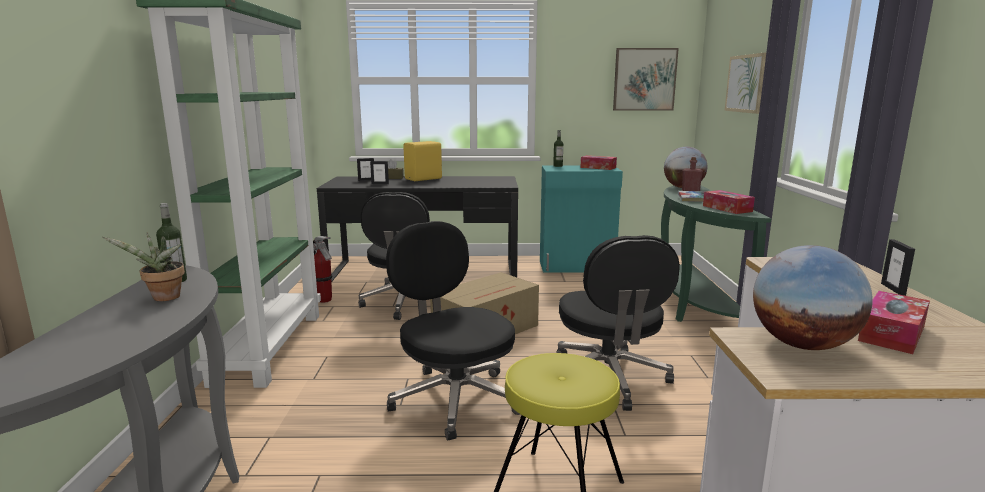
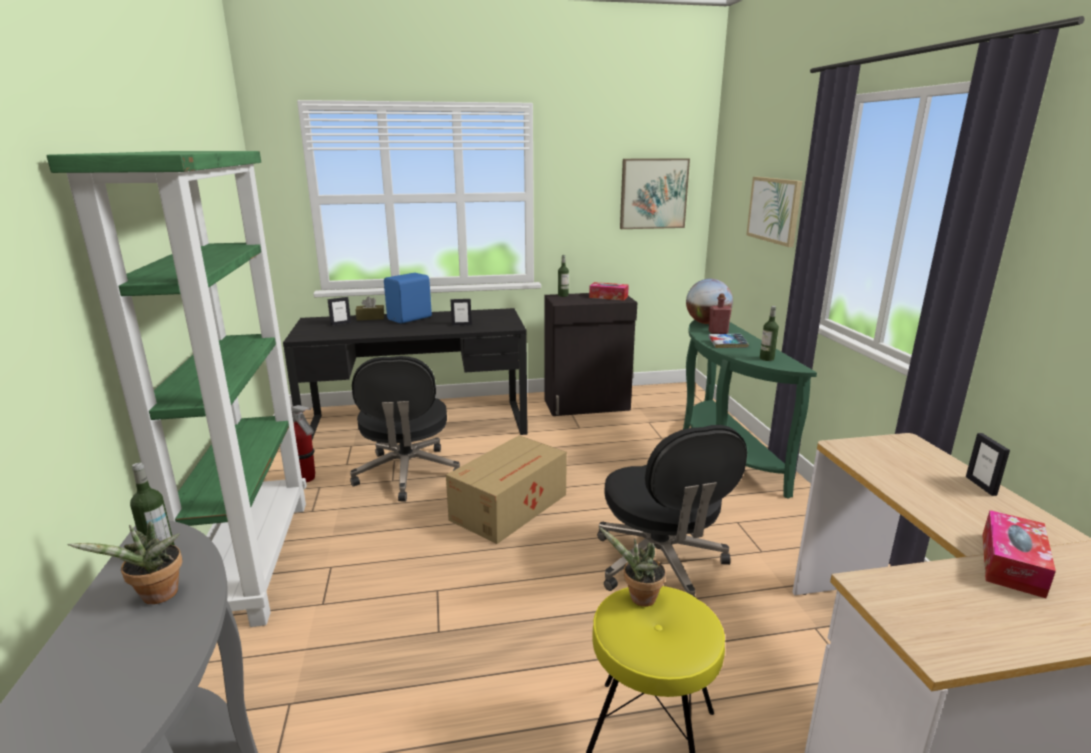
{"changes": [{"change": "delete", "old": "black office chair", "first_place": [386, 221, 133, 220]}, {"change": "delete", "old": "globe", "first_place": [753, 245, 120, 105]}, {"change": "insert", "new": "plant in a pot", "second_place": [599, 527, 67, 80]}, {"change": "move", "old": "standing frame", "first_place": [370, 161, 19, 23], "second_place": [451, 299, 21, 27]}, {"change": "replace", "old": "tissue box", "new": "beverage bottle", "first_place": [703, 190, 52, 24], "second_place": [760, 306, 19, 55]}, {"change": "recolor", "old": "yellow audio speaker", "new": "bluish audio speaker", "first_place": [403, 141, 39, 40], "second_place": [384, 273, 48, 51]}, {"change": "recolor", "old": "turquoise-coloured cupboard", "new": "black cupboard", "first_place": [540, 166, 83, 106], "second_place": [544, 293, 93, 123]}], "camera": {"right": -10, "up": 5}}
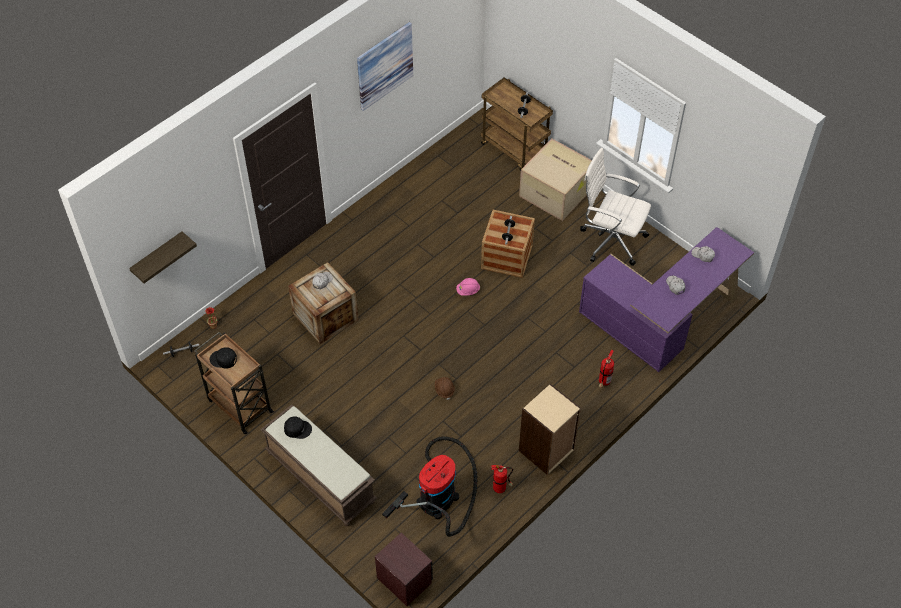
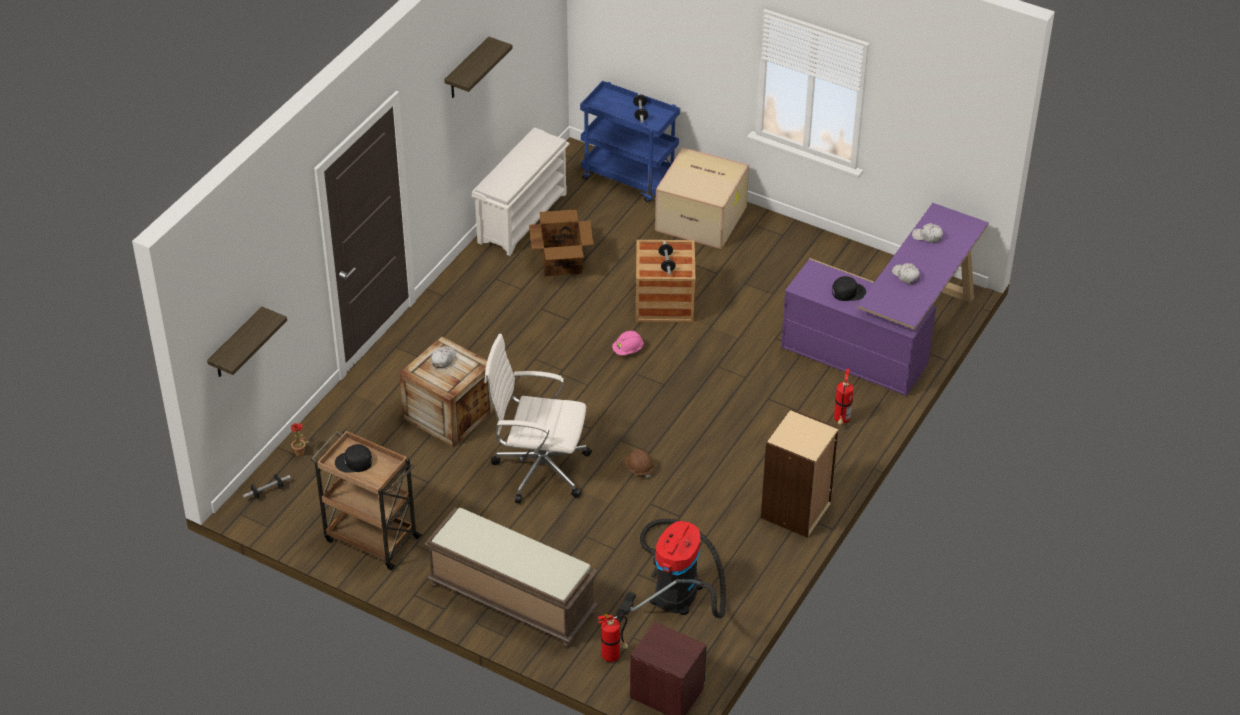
{"changes": [{"change": "insert", "new": "whitish shoe rack", "second_place": [472, 127, 98, 129]}, {"change": "insert", "new": "packing box", "second_place": [529, 209, 65, 67]}, {"change": "move", "old": "black peaked cap", "first_place": [284, 416, 28, 23], "second_place": [832, 276, 34, 25]}, {"change": "move", "old": "fire-fighting cylinder", "first_place": [491, 465, 22, 28], "second_place": [597, 614, 31, 48]}, {"change": "move", "old": "whitish office chair", "first_place": [580, 148, 71, 118], "second_place": [484, 334, 108, 170]}, {"change": "replace", "old": "picture", "new": "wall shelf", "first_place": [357, 22, 56, 89], "second_place": [444, 37, 69, 61]}, {"change": "recolor", "old": "brown cart", "new": "bluish cart", "first_place": [481, 77, 72, 94], "second_place": [580, 81, 100, 121]}], "camera": {"right": -15, "up": -10}}
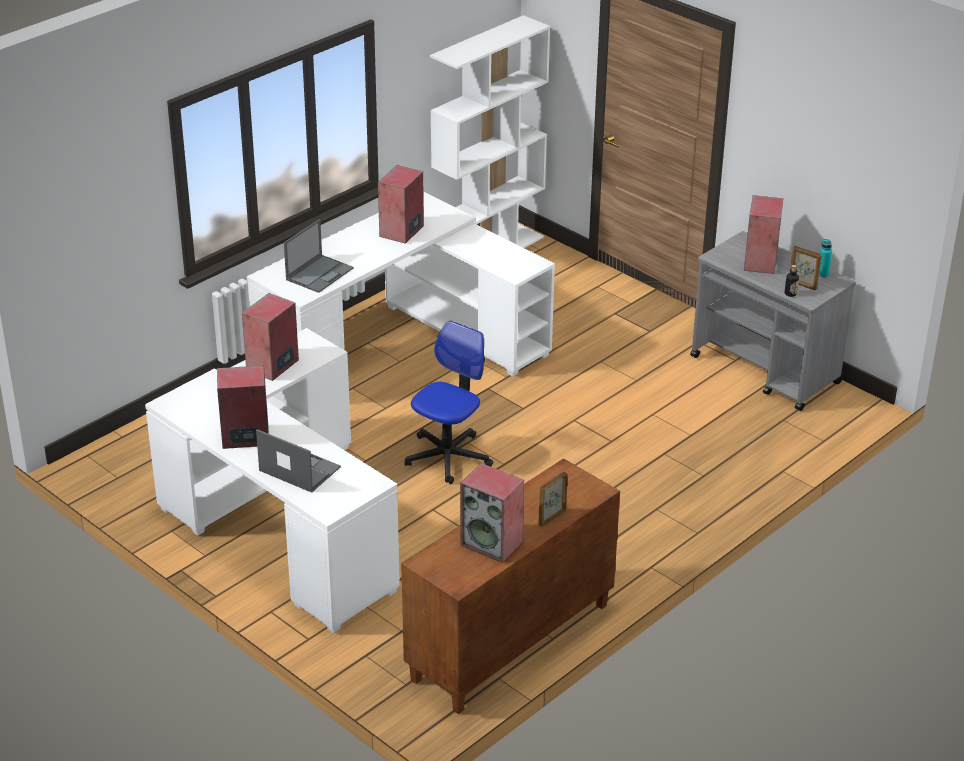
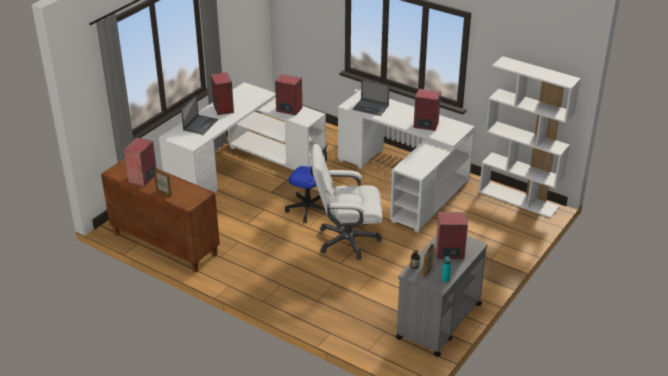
{"changes": [{"change": "insert", "new": "whitish office chair", "second_place": [312, 144, 70, 116]}], "camera": {"right": 80, "up": 0}}
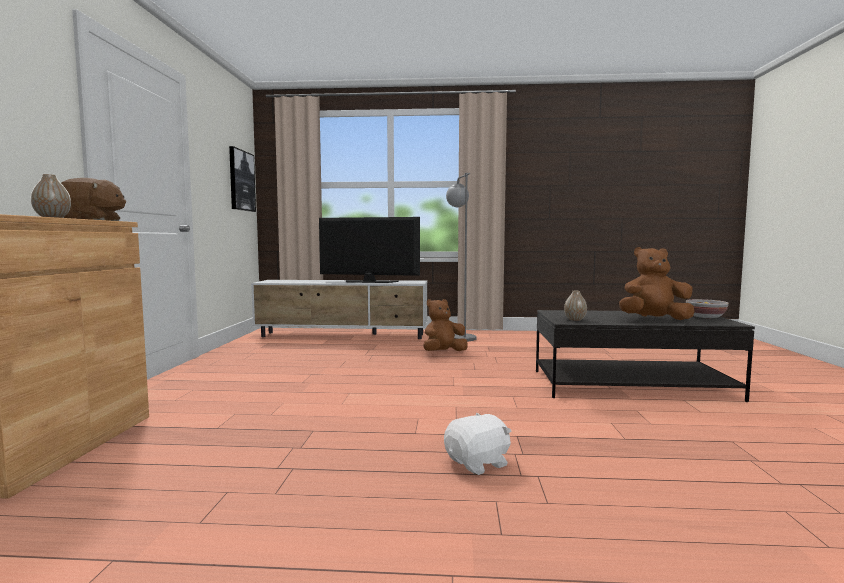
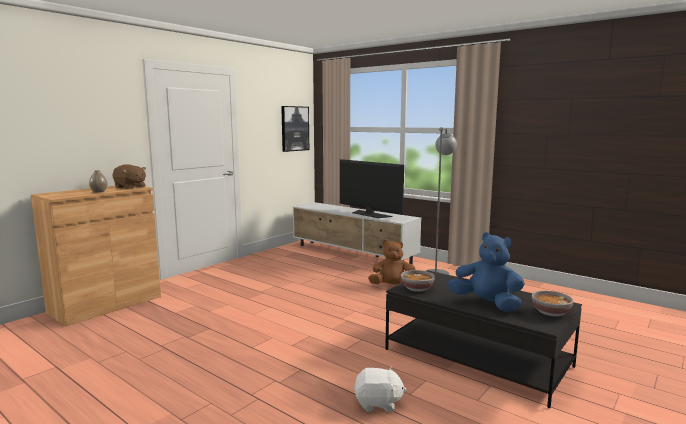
{"changes": [{"change": "move", "old": "whitish soft toy", "first_place": [444, 413, 67, 62], "second_place": [353, 366, 54, 46]}, {"change": "replace", "old": "vase", "new": "deep dish", "first_place": [564, 291, 23, 30], "second_place": [401, 270, 34, 22]}, {"change": "recolor", "old": "brown soft toy", "new": "bluish soft toy", "first_place": [619, 247, 76, 73], "second_place": [448, 232, 77, 80]}], "camera": {"right": 35, "up": 5}}
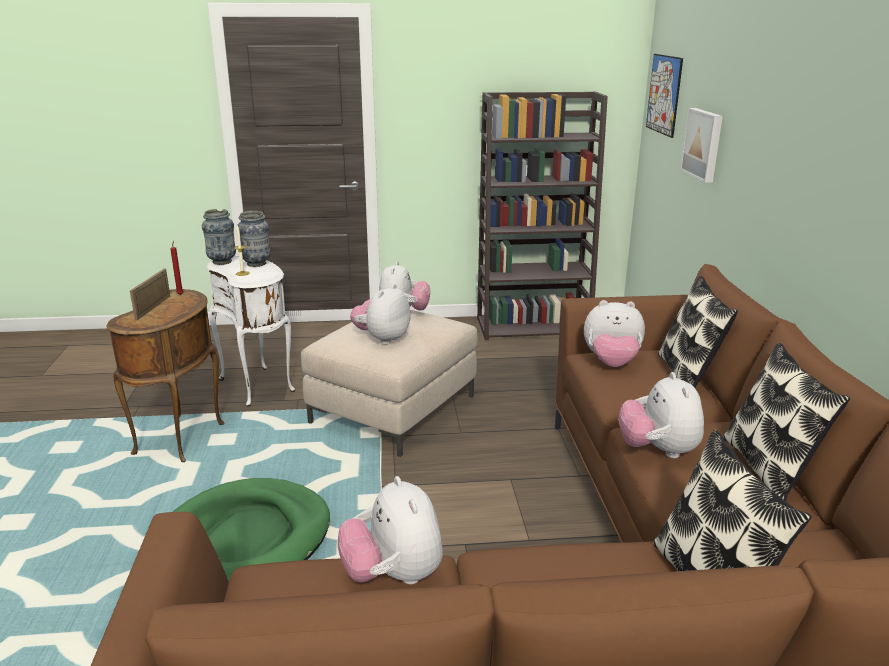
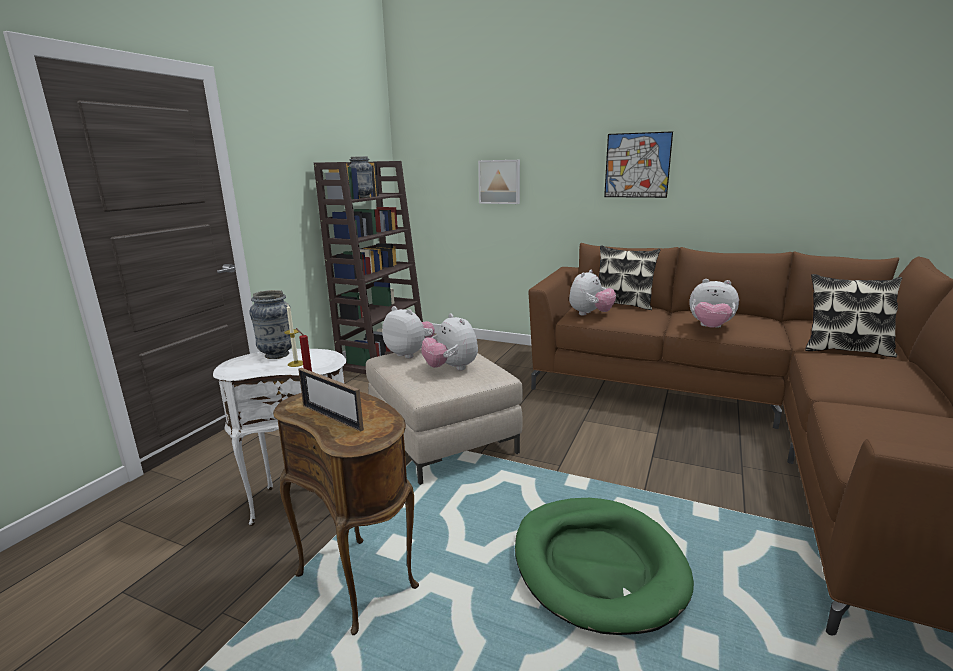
{"changes": [{"change": "delete", "old": "soft toy", "first_place": [338, 476, 105, 108]}, {"change": "delete", "old": "throw pillow", "first_place": [723, 342, 127, 159]}, {"change": "move", "old": "vase", "first_place": [202, 209, 34, 56], "second_place": [349, 156, 24, 42]}, {"change": "move", "old": "picture", "first_place": [646, 54, 37, 84], "second_place": [604, 131, 69, 67]}], "camera": {"right": -60, "up": -5}}
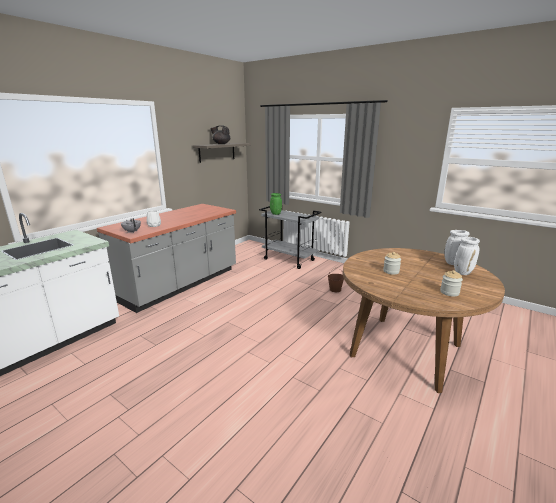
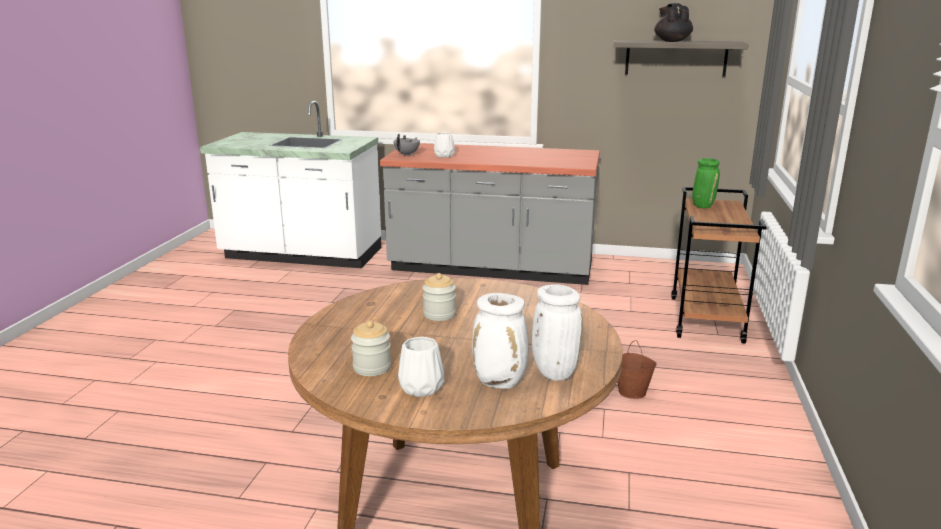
{"changes": [{"change": "insert", "new": "whitish vase", "second_place": [398, 337, 46, 60]}, {"change": "recolor", "old": "grey cart", "new": "brown cart", "first_place": [259, 206, 62, 63], "second_place": [671, 187, 96, 156]}], "camera": {"right": 65, "up": 0}}
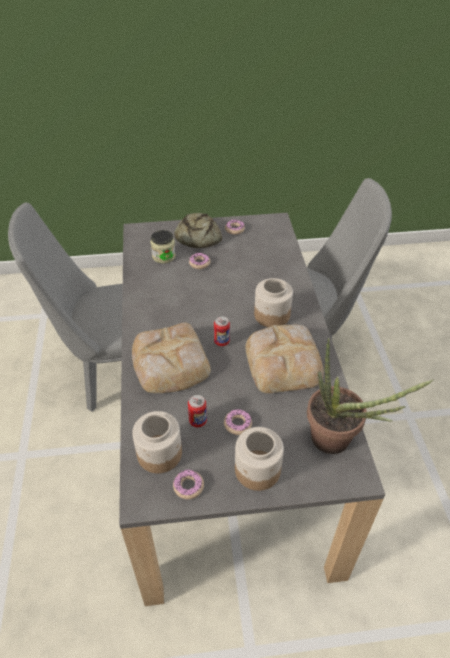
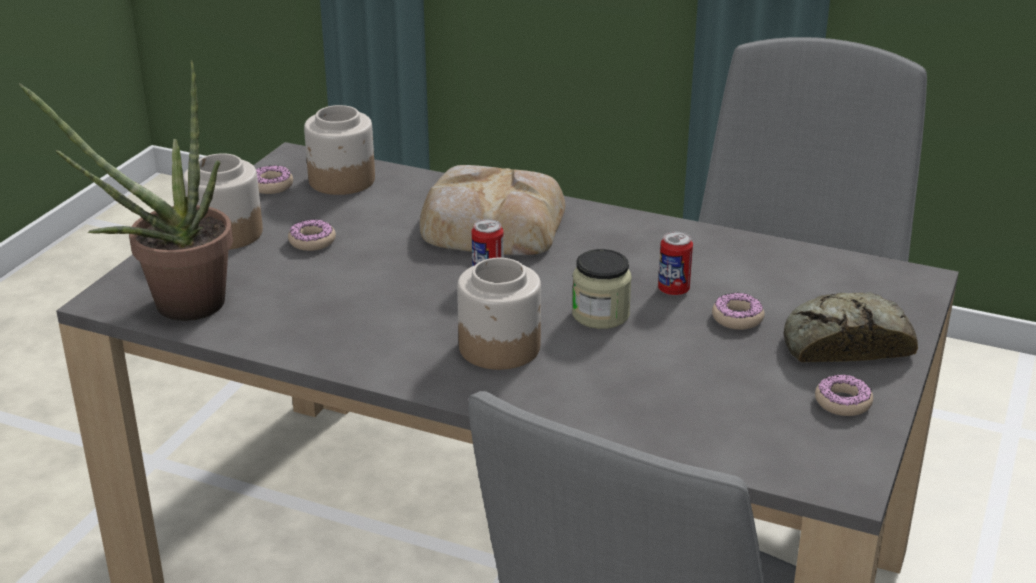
{"changes": [{"change": "delete", "old": "bakery bread", "first_place": [246, 325, 78, 68]}, {"change": "move", "old": "jar", "first_place": [150, 230, 26, 34], "second_place": [572, 249, 60, 80]}, {"change": "move", "old": "metal can", "first_place": [188, 395, 19, 32], "second_place": [658, 231, 35, 65]}], "camera": {"right": 120, "up": -15}}
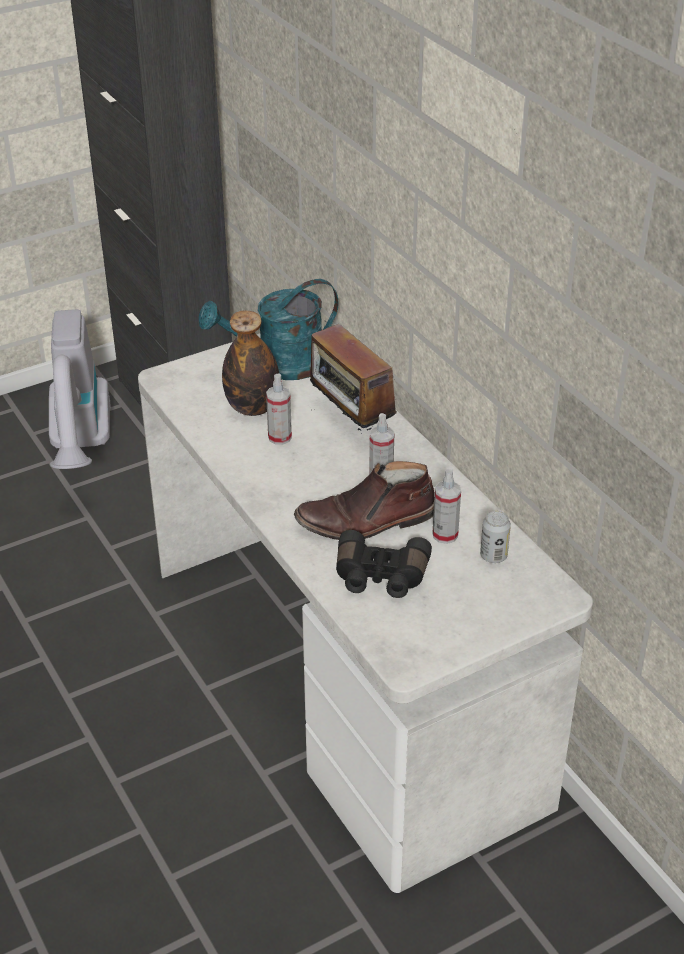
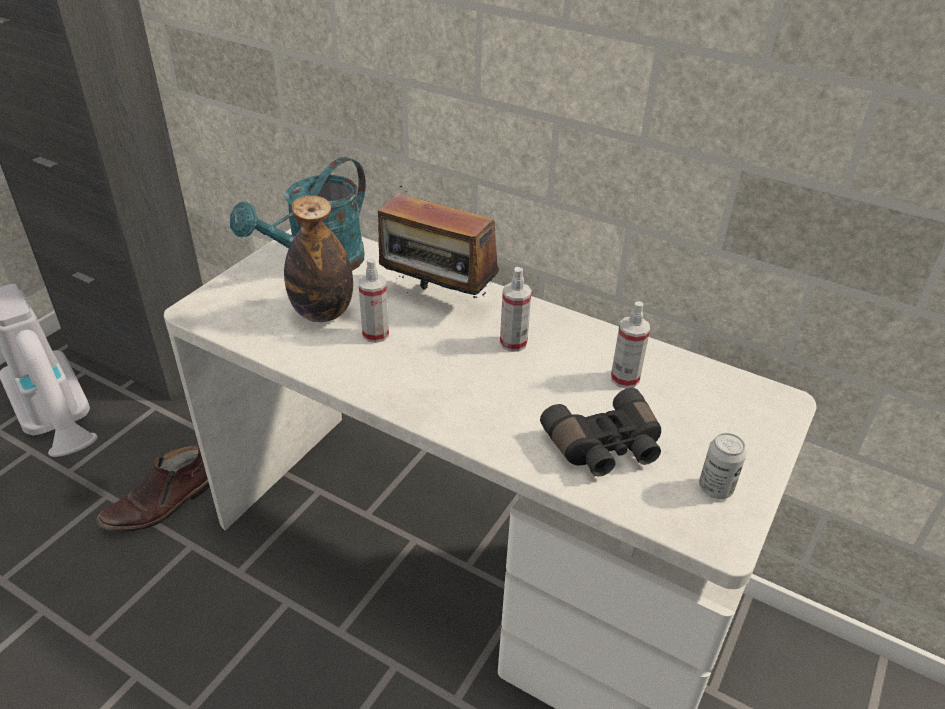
{"changes": [{"change": "move", "old": "brown tall boot", "first_place": [294, 461, 140, 79], "second_place": [96, 446, 114, 86]}, {"change": "move", "old": "metal can", "first_place": [480, 511, 31, 52], "second_place": [699, 433, 48, 66]}], "camera": {"right": -30, "up": 0}}
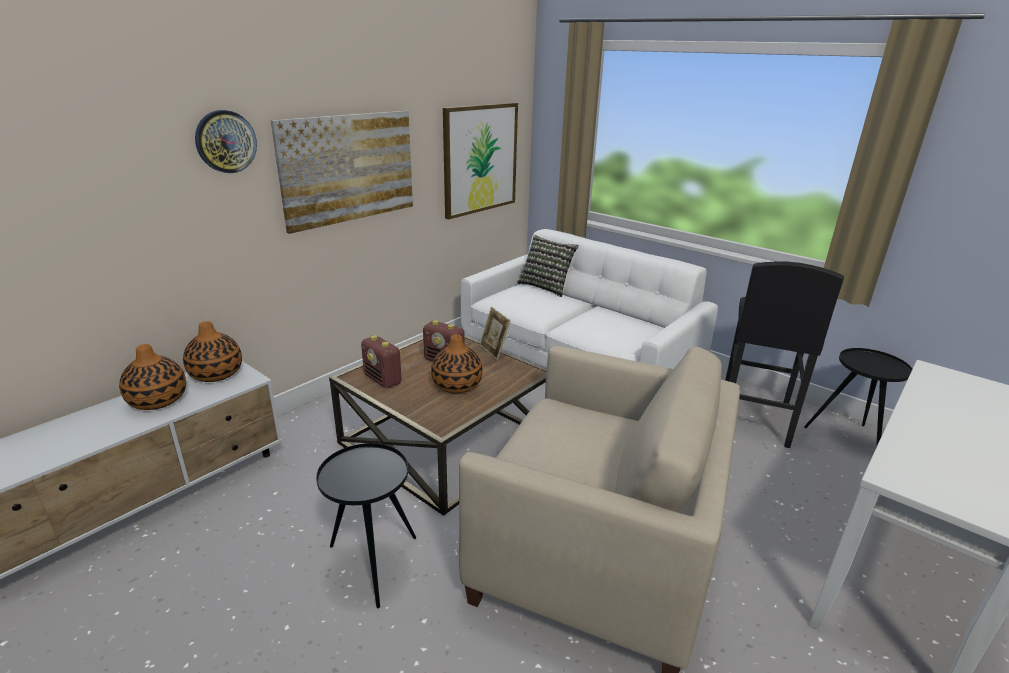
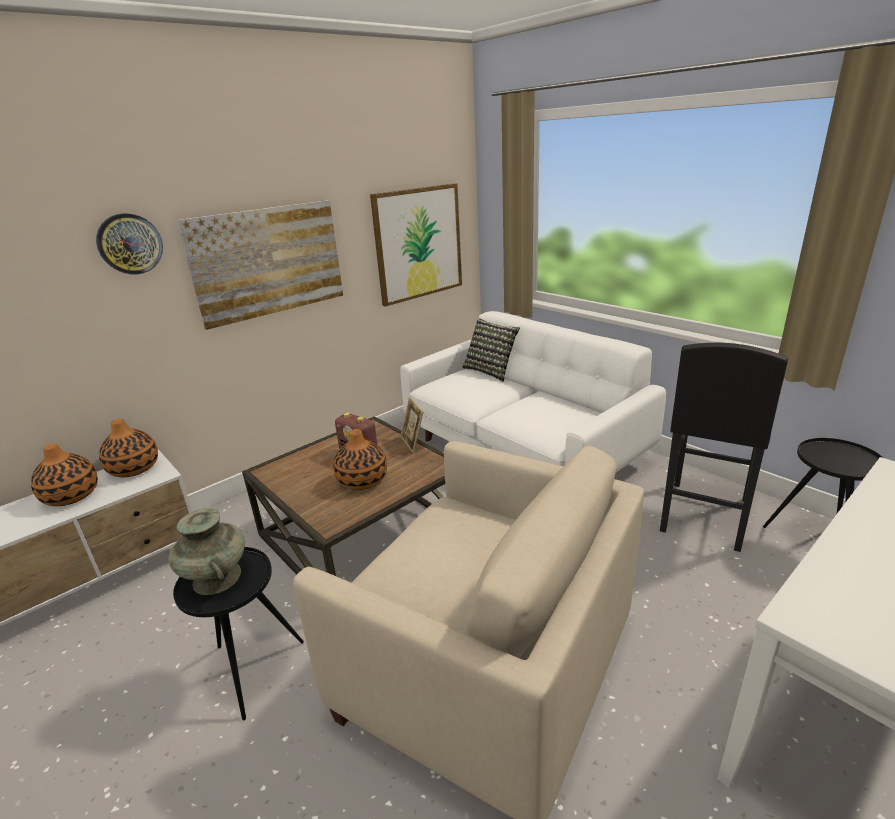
{"changes": [{"change": "delete", "old": "radio set", "first_place": [361, 335, 41, 53]}, {"change": "insert", "new": "turquoise-coloured vase", "second_place": [168, 508, 77, 87]}], "camera": {"right": 10, "up": 0}}
